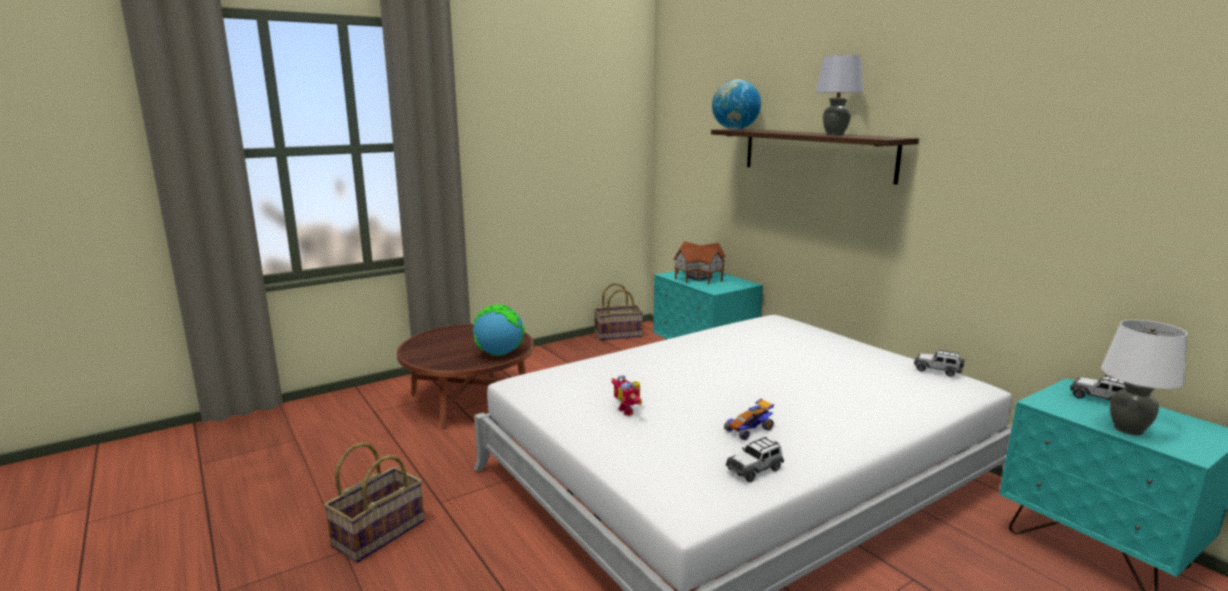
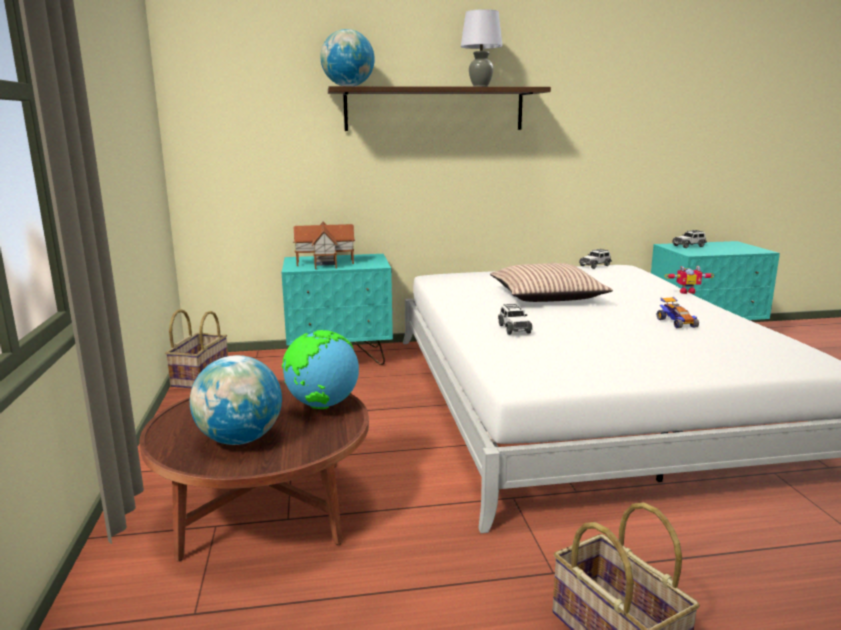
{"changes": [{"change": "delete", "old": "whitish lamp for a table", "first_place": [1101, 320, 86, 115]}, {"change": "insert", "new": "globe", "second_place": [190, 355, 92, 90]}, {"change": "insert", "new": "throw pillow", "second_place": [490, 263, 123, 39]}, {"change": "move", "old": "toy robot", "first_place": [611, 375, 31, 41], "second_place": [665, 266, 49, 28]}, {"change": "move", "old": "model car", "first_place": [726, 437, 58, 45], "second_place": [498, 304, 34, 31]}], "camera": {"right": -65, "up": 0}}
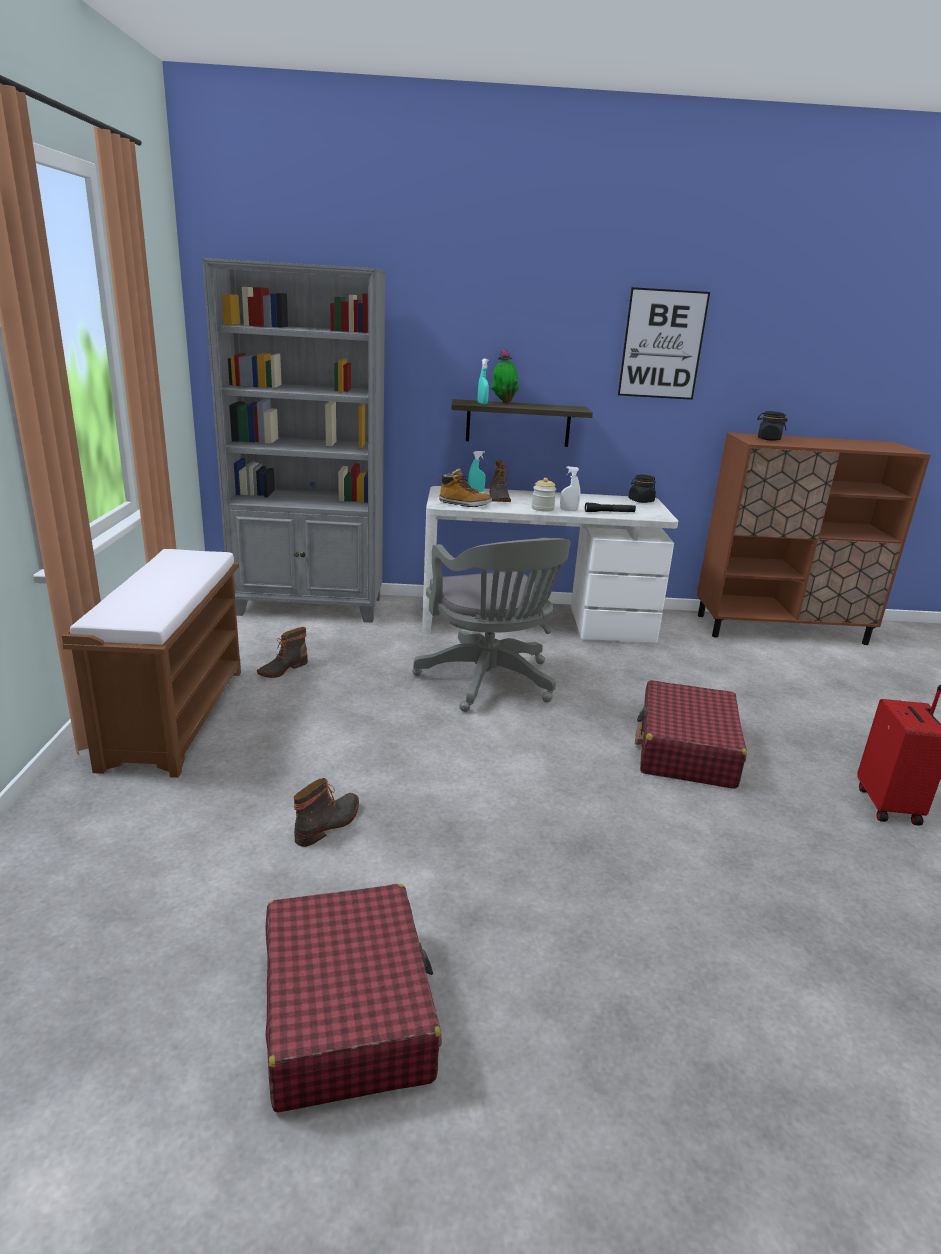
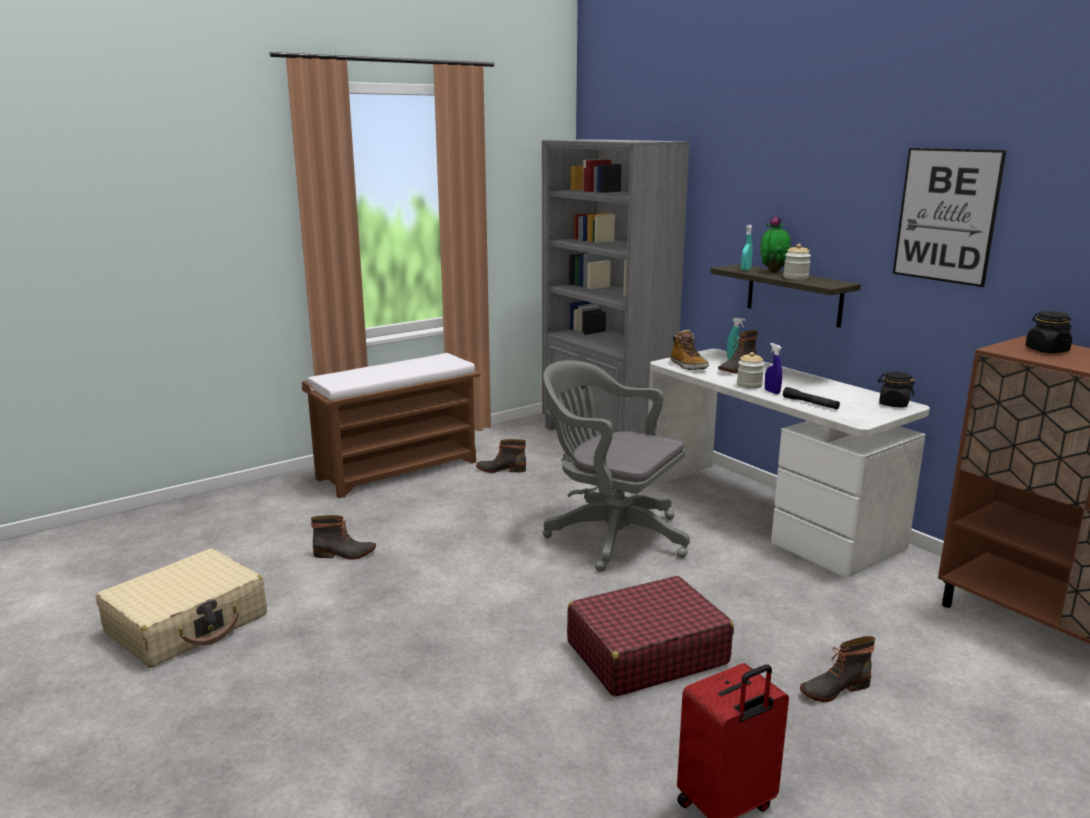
{"changes": [{"change": "insert", "new": "jar", "second_place": [783, 244, 28, 36]}, {"change": "insert", "new": "tall boot", "second_place": [800, 636, 75, 66]}, {"change": "recolor", "old": "red travel case", "new": "sand-coloured travel case", "first_place": [265, 884, 177, 228], "second_place": [96, 549, 171, 119]}, {"change": "recolor", "old": "whitish hand sprayer", "new": "bluish hand sprayer", "first_place": [560, 466, 20, 45], "second_place": [765, 343, 17, 51]}, {"change": "rotate", "old": "grey office chair", "first_place": [412, 537, 159, 175], "second_place": [543, 360, 147, 212], "degrees": 90}], "camera": {"right": 55, "up": -5}}
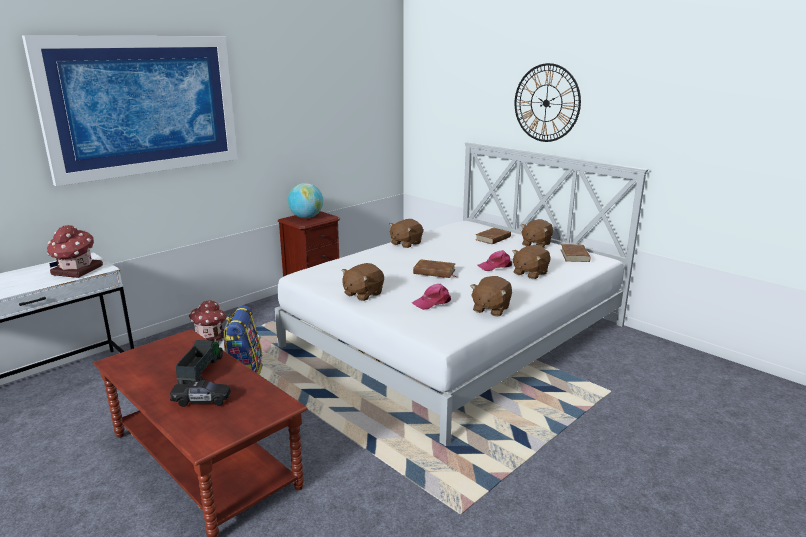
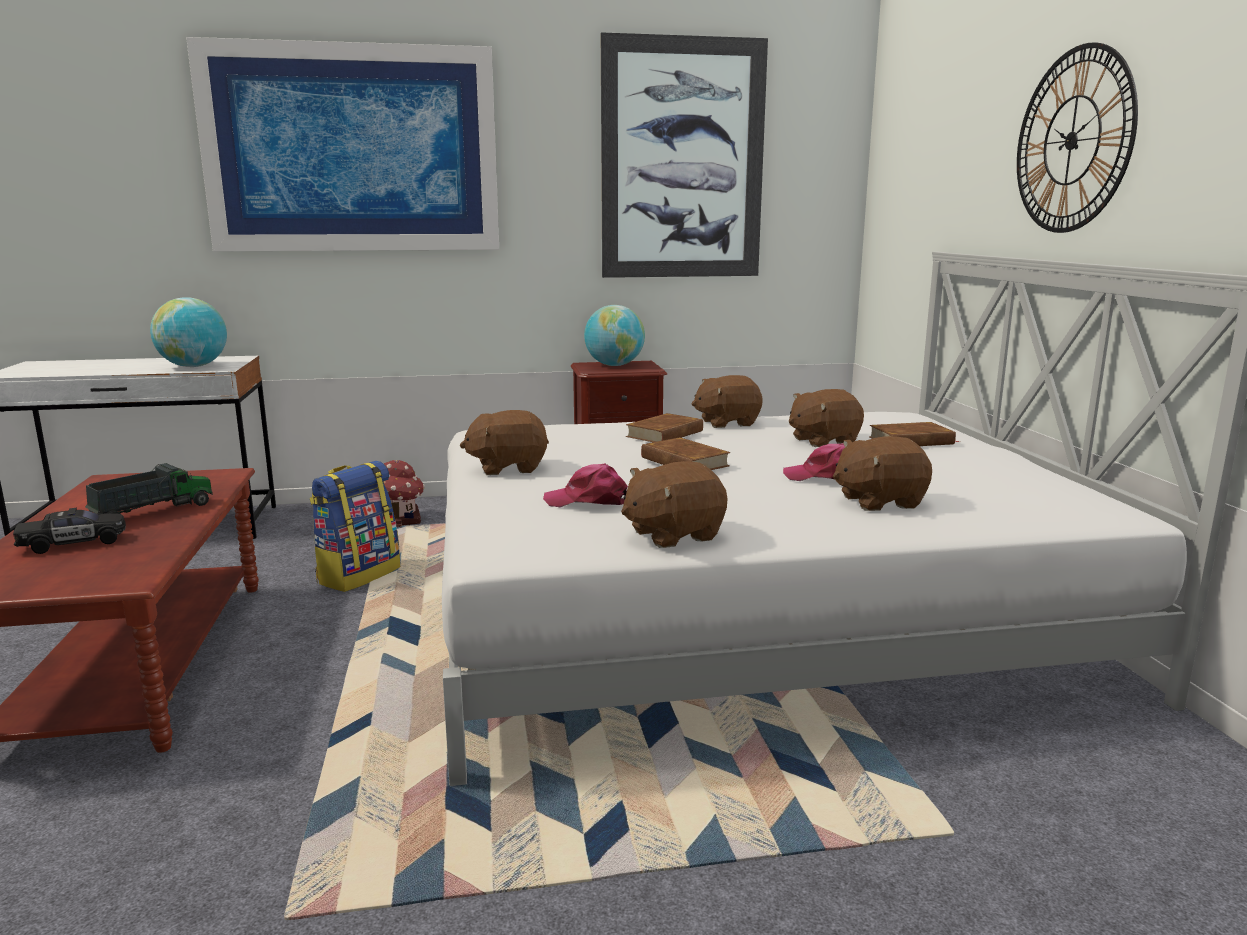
{"changes": [{"change": "insert", "new": "picture", "second_place": [601, 32, 167, 246]}, {"change": "move", "old": "brown soft toy", "first_place": [521, 219, 32, 29], "second_place": [789, 389, 75, 58]}, {"change": "move", "old": "brown bound book", "first_place": [561, 244, 30, 18], "second_place": [626, 413, 77, 29]}, {"change": "replace", "old": "model house", "new": "globe", "first_place": [47, 225, 56, 53], "second_place": [150, 297, 77, 70]}, {"change": "rotate", "old": "black model car", "first_place": [170, 380, 61, 27], "second_place": [13, 508, 113, 46], "degrees": -60}], "camera": {"right": 35, "up": -5}}
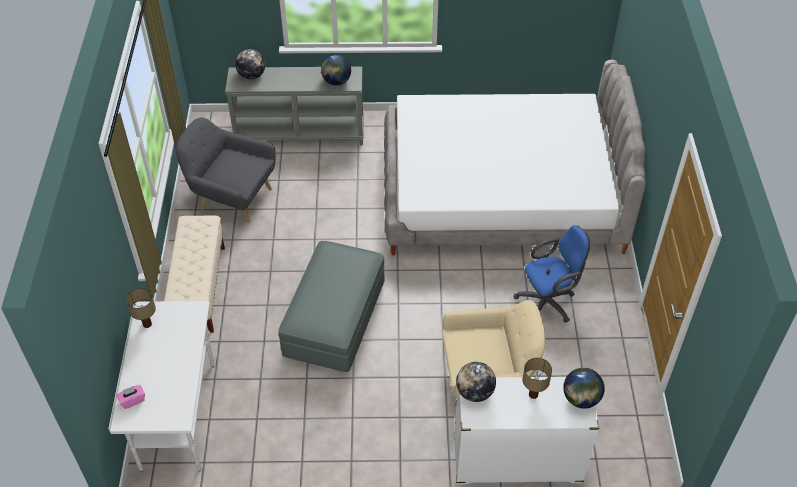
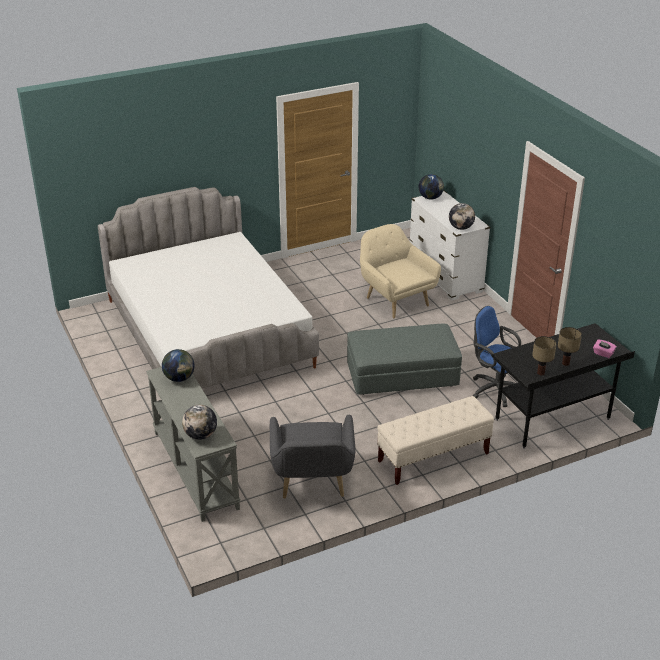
{"changes": [{"change": "move", "old": "bluish office chair", "first_place": [514, 225, 76, 98], "second_place": [473, 306, 48, 101]}, {"change": "move", "old": "lamp for a table", "first_place": [523, 358, 29, 41], "second_place": [558, 327, 24, 39]}, {"change": "recolor", "old": "whitish desk", "new": "black desk", "first_place": [108, 301, 107, 171], "second_place": [491, 323, 144, 126]}], "camera": {"right": -115, "up": -15}}
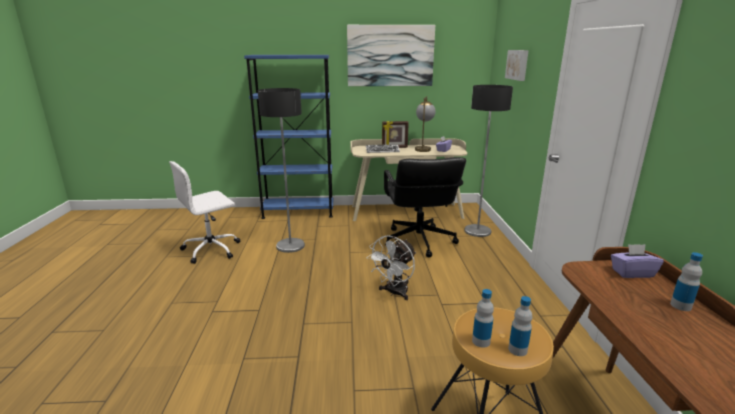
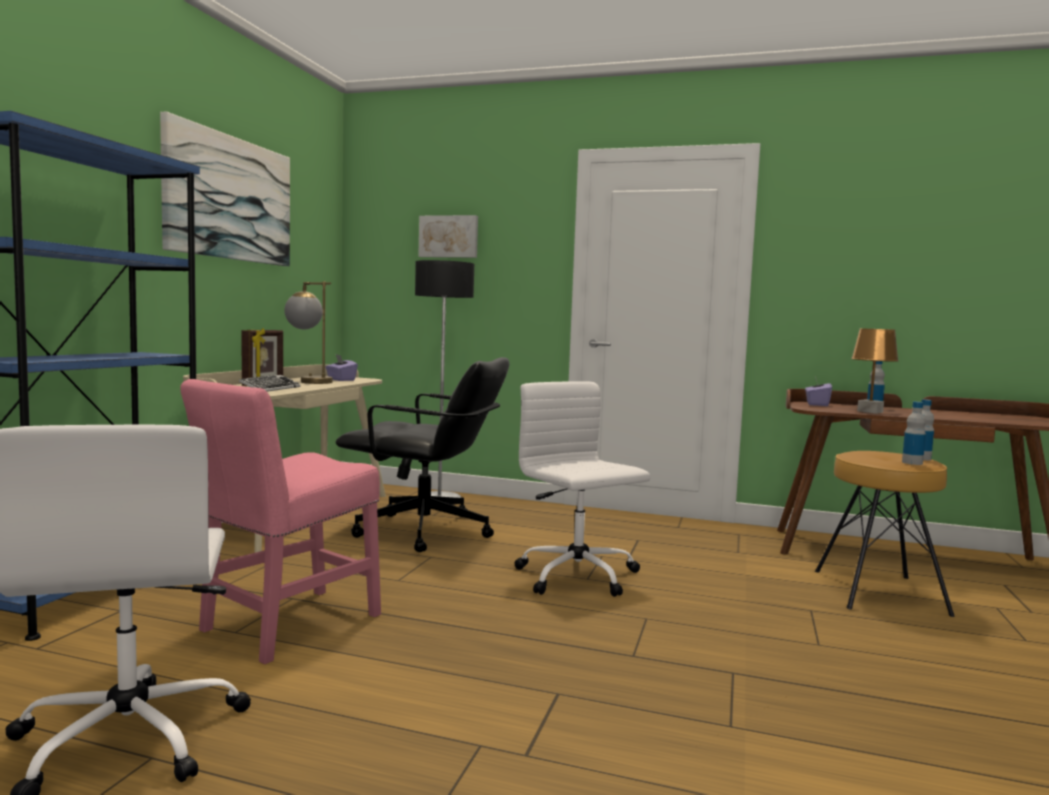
{"changes": [{"change": "insert", "new": "brown lamp for a table", "second_place": [851, 328, 48, 86]}, {"change": "replace", "old": "floor lamp", "new": "pink-coloured upright chair", "first_place": [258, 88, 47, 165], "second_place": [180, 379, 201, 285]}, {"change": "replace", "old": "whitish electric fan", "new": "whitish office chair", "first_place": [367, 235, 49, 65], "second_place": [515, 381, 135, 216]}], "camera": {"right": -70, "up": -15}}
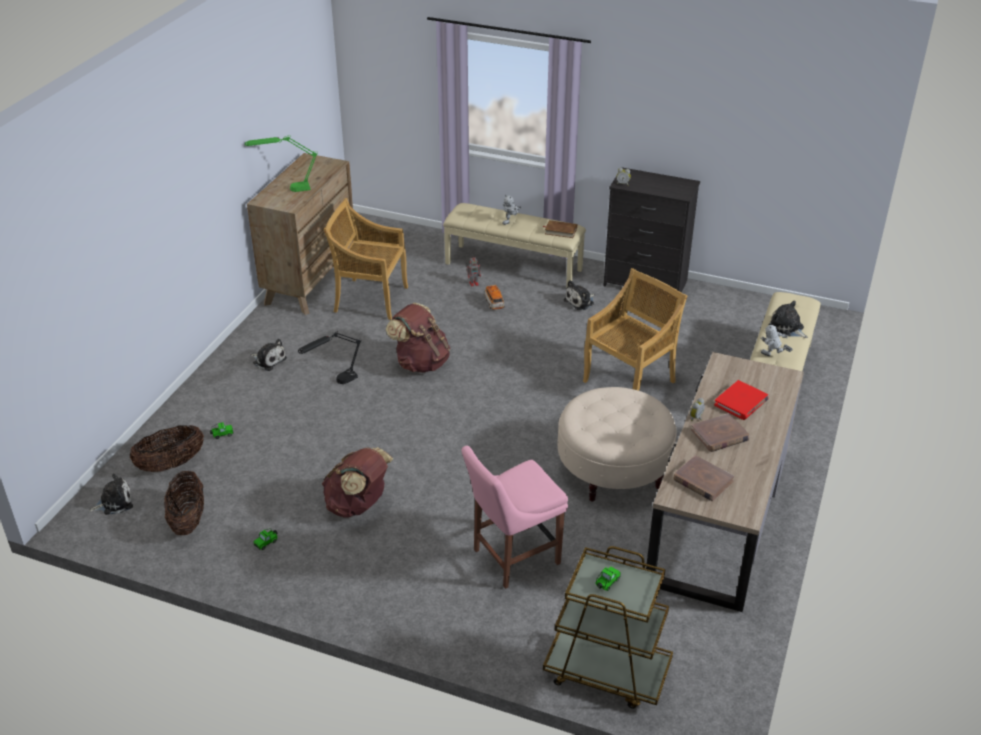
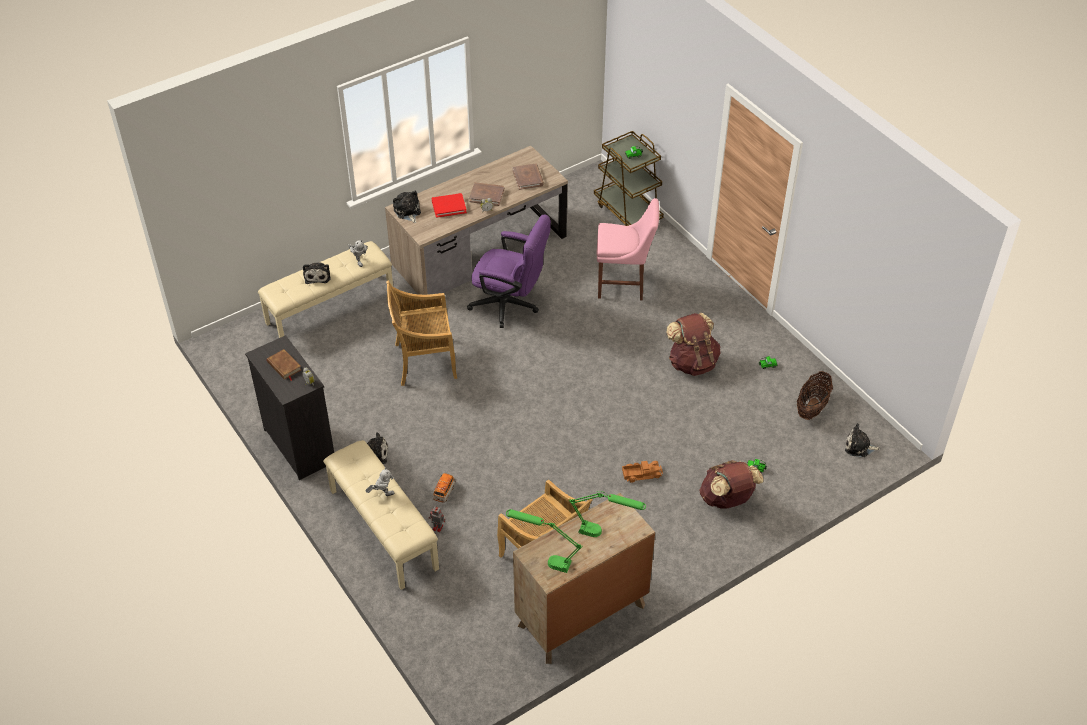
{"changes": [{"change": "delete", "old": "household basket", "first_place": [130, 425, 74, 47]}, {"change": "insert", "new": "green-coloured lamp for a table", "second_place": [506, 509, 77, 64]}, {"change": "move", "old": "soft toy", "first_place": [251, 339, 36, 32], "second_place": [393, 190, 28, 33]}, {"change": "move", "old": "brown knapsack", "first_place": [386, 303, 64, 70], "second_place": [699, 460, 65, 49]}, {"change": "move", "old": "brown bound book", "first_place": [543, 220, 34, 18], "second_place": [267, 349, 34, 31]}, {"change": "replace", "old": "black lamp for a table", "new": "toy lorry", "first_place": [298, 331, 64, 53], "second_place": [622, 461, 41, 22]}, {"change": "replace", "old": "sand-coloured ottoman", "new": "purplish office chair", "first_place": [558, 387, 119, 115], "second_place": [467, 214, 84, 114]}], "camera": {"right": -145, "up": 10}}
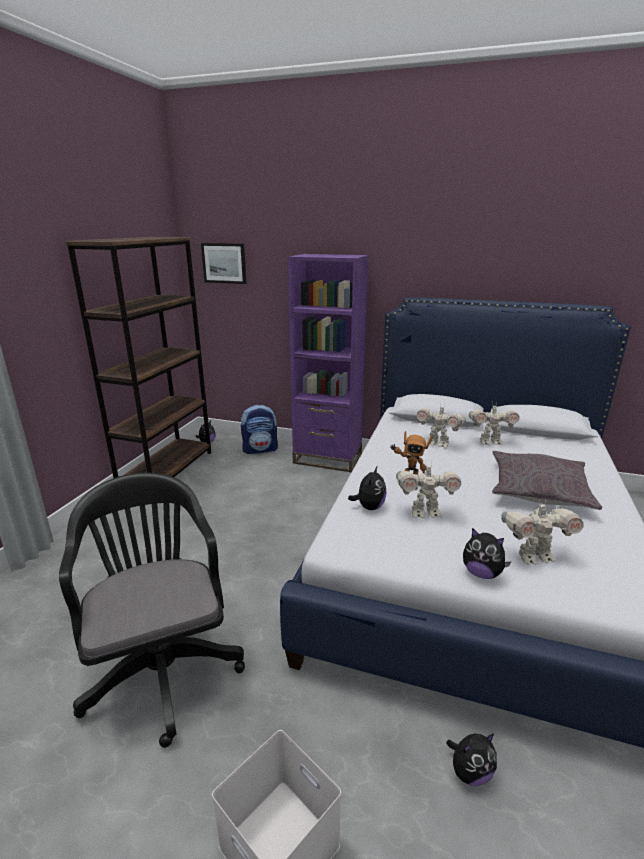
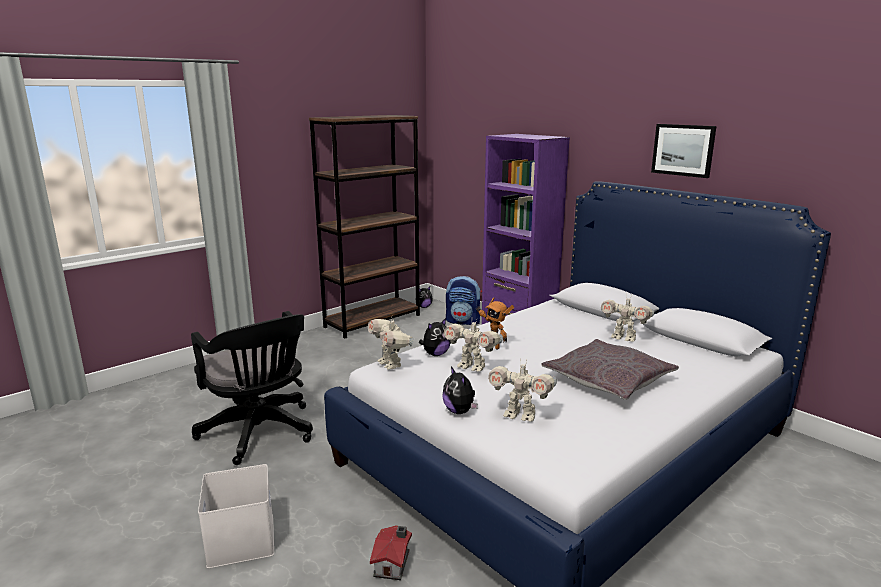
{"changes": [{"change": "move", "old": "picture", "first_place": [201, 243, 45, 41], "second_place": [651, 124, 66, 54]}, {"change": "move", "old": "toy robot", "first_place": [417, 403, 49, 44], "second_place": [368, 317, 47, 53]}, {"change": "replace", "old": "soft toy", "new": "model house", "first_place": [446, 734, 51, 52], "second_place": [370, 525, 42, 55]}, {"change": "rotate", "old": "black office chair", "first_place": [59, 473, 186, 275], "second_place": [191, 311, 122, 154], "degrees": 135}], "camera": {"right": 30, "up": -5}}
